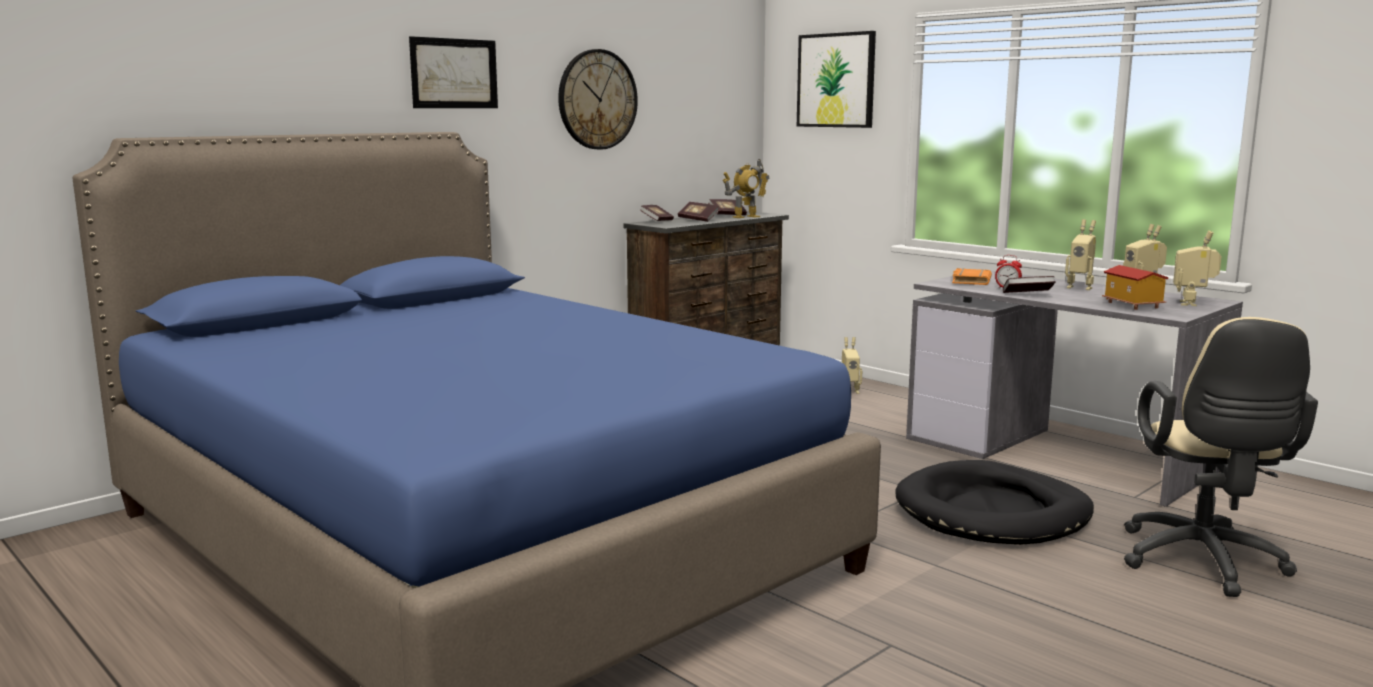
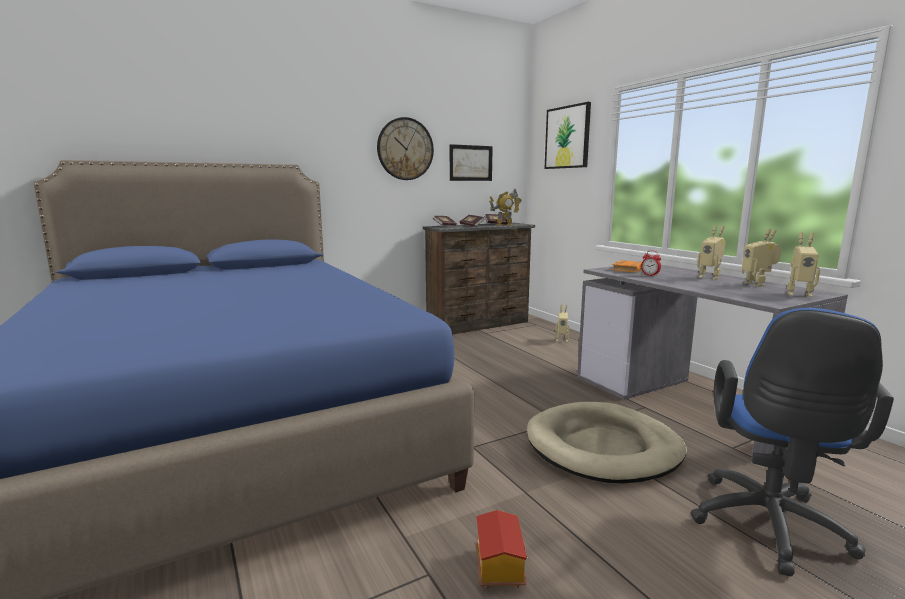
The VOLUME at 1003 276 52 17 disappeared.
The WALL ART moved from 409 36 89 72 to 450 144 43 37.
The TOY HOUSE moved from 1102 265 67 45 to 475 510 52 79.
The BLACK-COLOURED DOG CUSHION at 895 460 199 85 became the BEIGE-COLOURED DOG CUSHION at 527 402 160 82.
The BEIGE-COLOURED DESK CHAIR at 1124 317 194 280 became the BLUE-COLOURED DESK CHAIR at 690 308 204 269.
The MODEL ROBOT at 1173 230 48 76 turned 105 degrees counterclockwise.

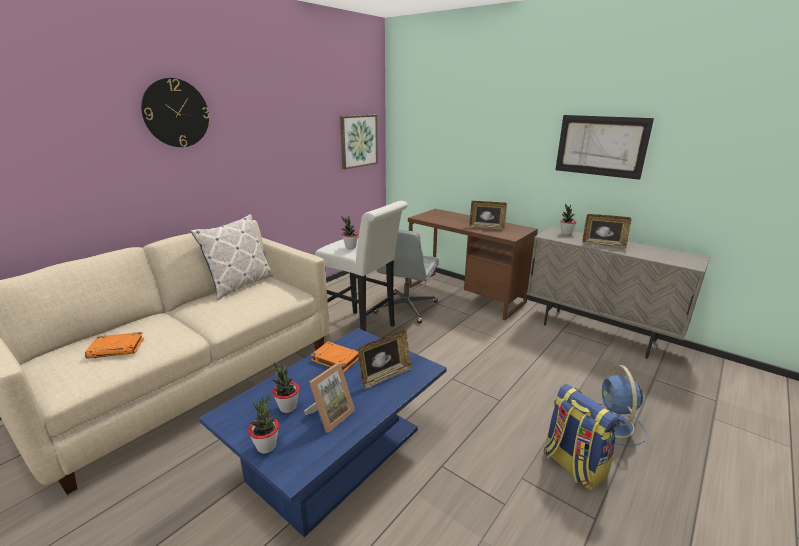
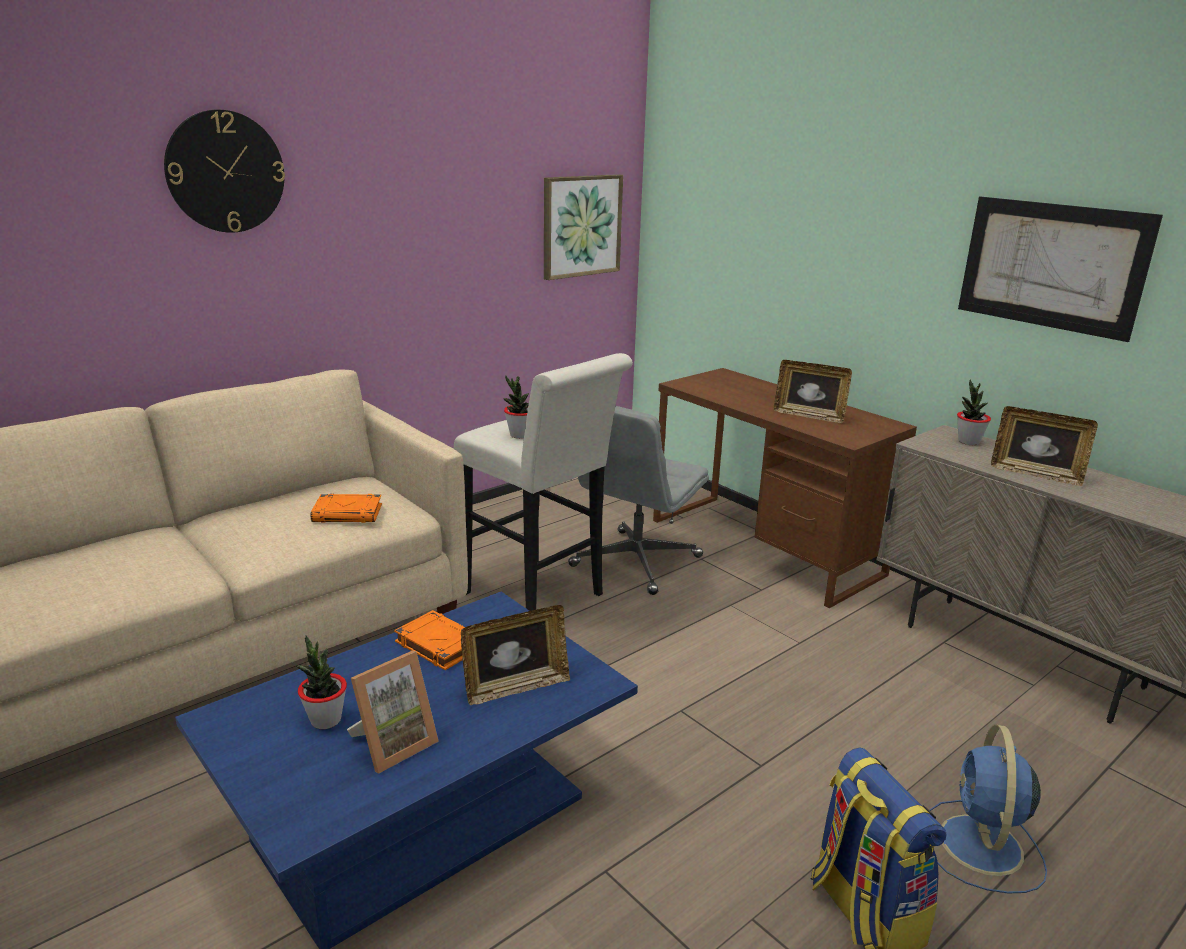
The CUSHION at 190 214 84 86 disappeared.
The POTTED PLANT at 248 393 31 61 disappeared.
The ORANGEY VOLUME moved from 85 332 59 27 to 311 494 71 29.

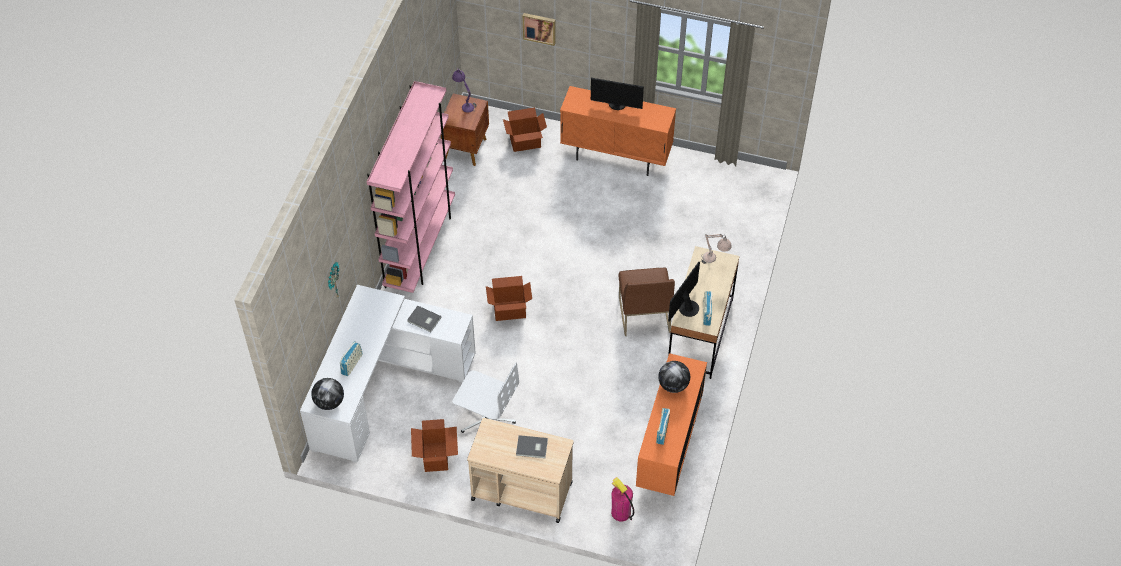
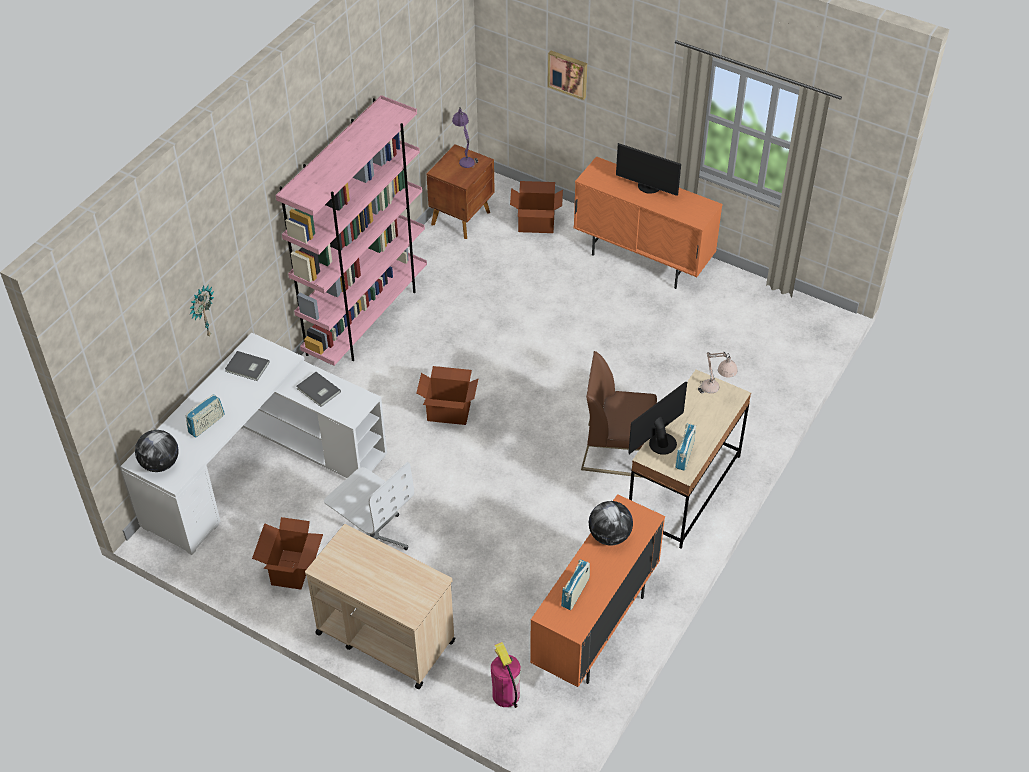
The GREYISH VOLUME moved from 516 435 32 23 to 225 351 45 30.
The BROWN CHAIR at 618 268 57 68 turned 90 degrees clockwise.

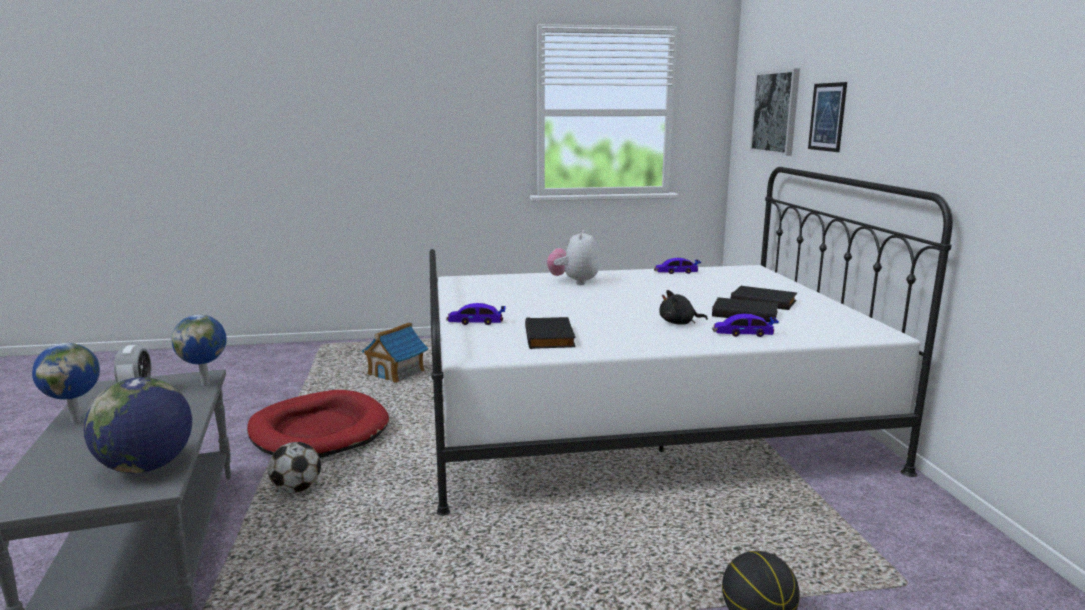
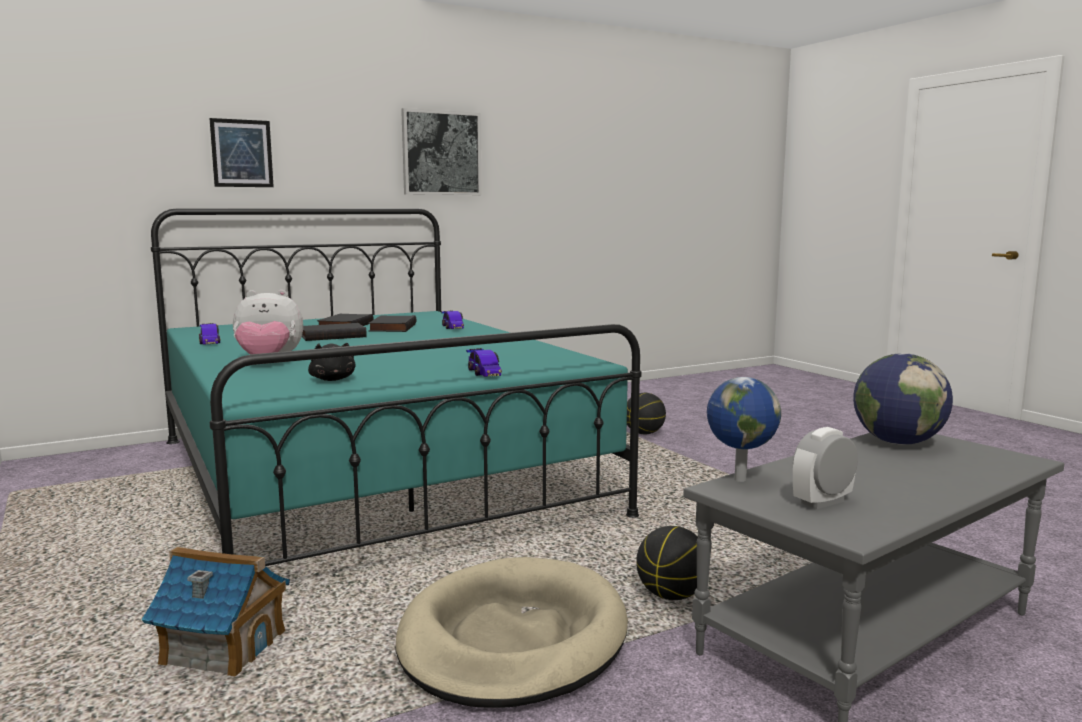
The WORLD GLOBE at 32 343 68 80 disappeared.
The BLACK-COLOURED VOLUME moved from 525 317 51 32 to 302 323 65 18.
The BLACK-COLOURED CUDDLY TOY moved from 659 290 49 34 to 308 343 47 38.
The WALL ART moved from 750 68 50 88 to 401 108 81 87.
The FOOTBALL at 268 442 53 51 was replaced by the BASKETBALL at 636 526 62 74.
The RED-COLOURED DOG CUSHION at 247 390 142 68 became the BEIGE-COLOURED DOG CUSHION at 395 557 233 151.
The WHITE BEDROOM BED at 429 167 524 349 became the BLUE-GREEN BEDROOM BED at 151 208 491 358.

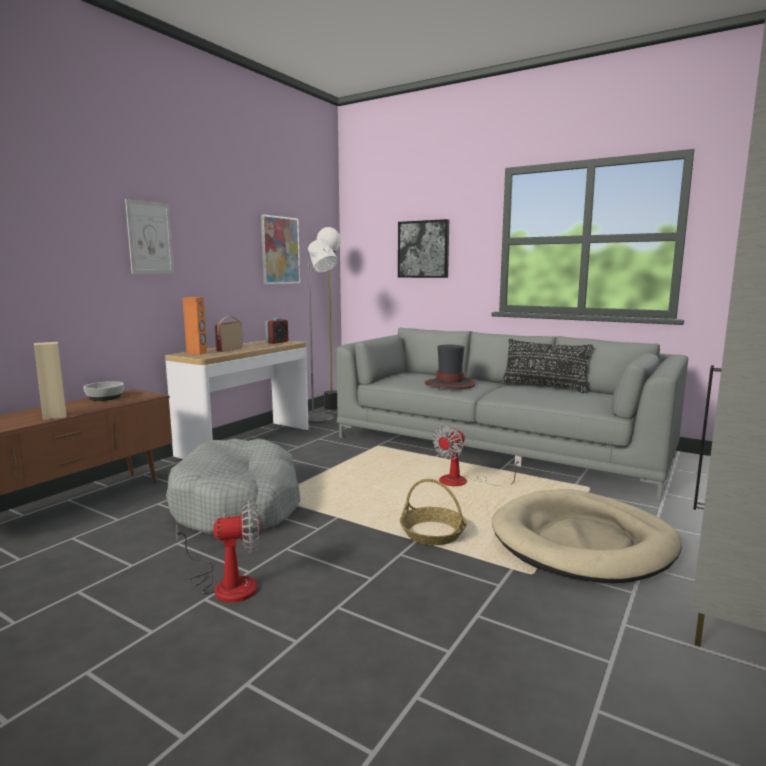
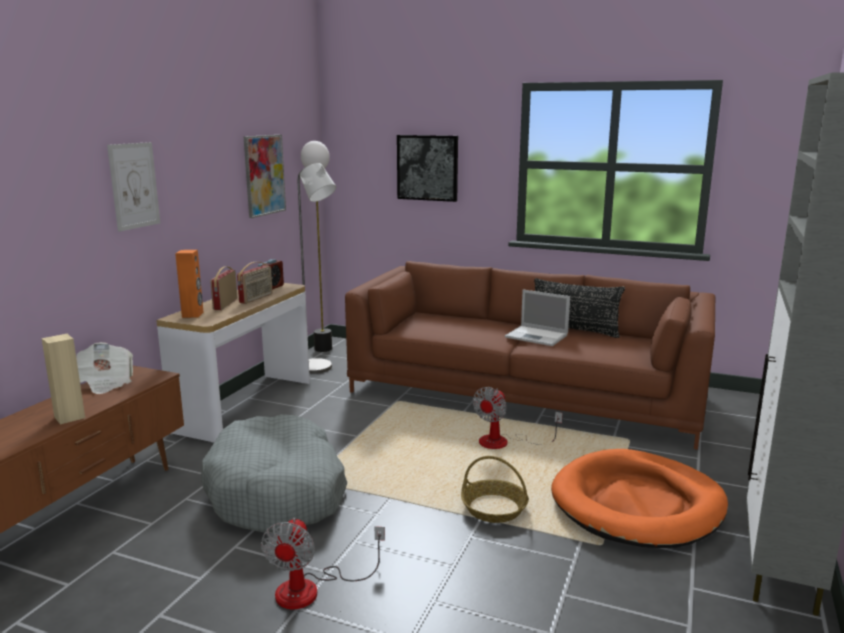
The WEARABLE HAT at 425 344 51 45 disappeared.
The RADIO RECEIVER at 237 262 36 42 appeared.
The LAPTOP at 505 289 65 57 appeared.
The BOWL at 83 381 41 20 was replaced by the NEWSPAPER at 76 342 57 52.
The GREYISH SOFA at 336 328 352 173 became the BROWN SOFA at 345 261 370 189.
The BEIGE-COLOURED DOG CUSHION at 492 489 190 94 became the ORANGEY DOG CUSHION at 551 449 177 99.
The COOLING FAN at 176 500 84 103 turned 120 degrees clockwise.

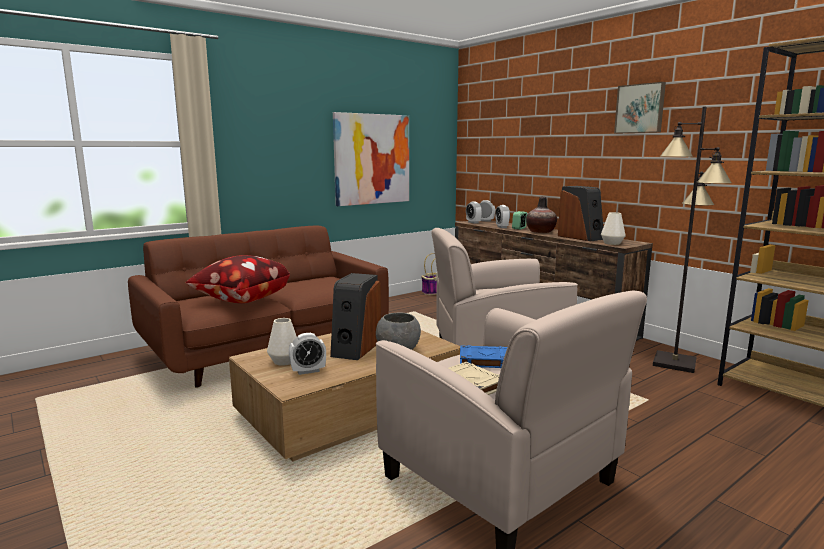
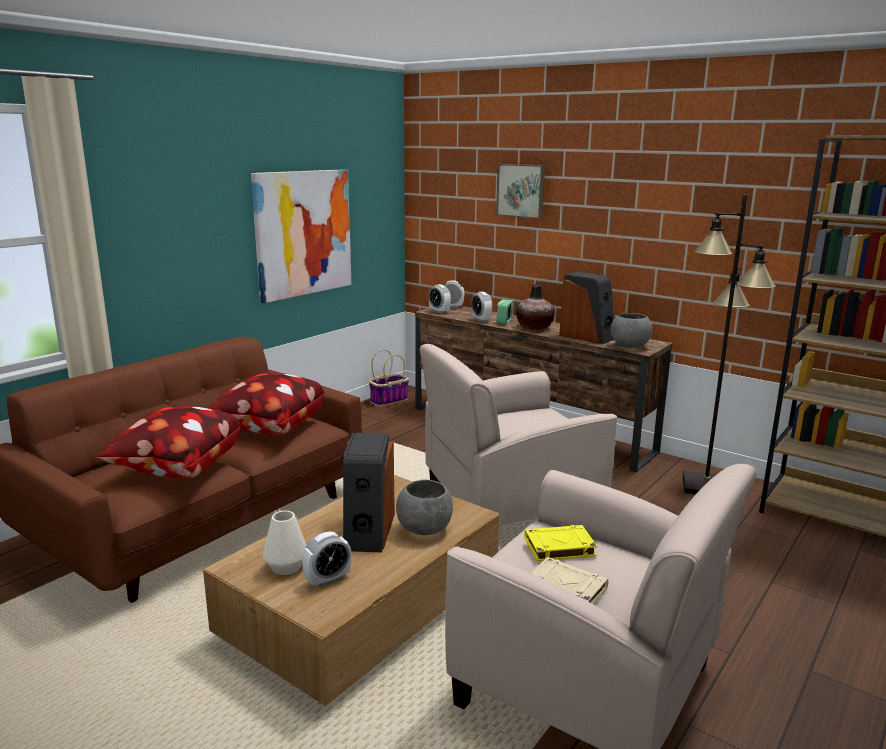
The CUSHION at 208 373 117 62 appeared.
The WALL ART moved from 614 82 52 52 to 496 164 49 55.
The WHITE DECORATIVE VASE at 601 212 25 33 was replaced by the GREYISH BOWL at 610 313 42 35.
The BLUE-COLOURED VOLUME at 460 345 47 23 became the YELLOW-COLOURED VOLUME at 524 525 73 36.

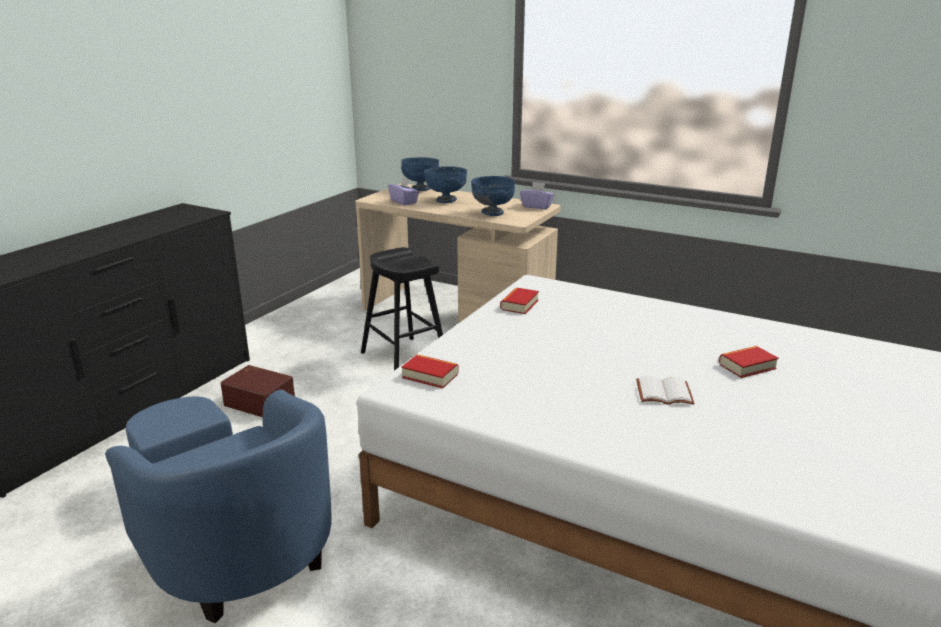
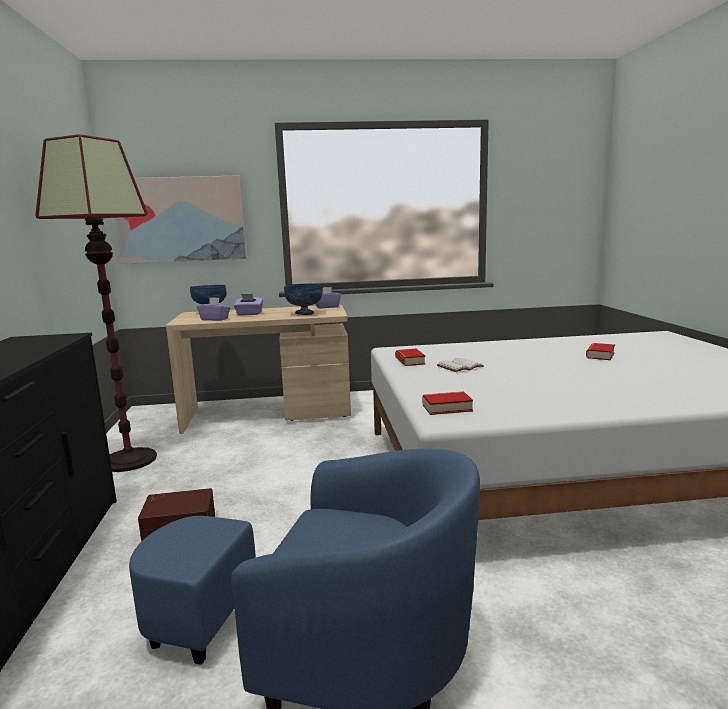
The BLACK-COLOURED STOOL SEAT at 361 247 82 123 disappeared.
The STANDARD LAMP at 35 134 122 338 appeared.
The WALL ART at 115 175 132 89 appeared.
The WHITE VOLUME moved from 636 376 59 29 to 437 358 47 14.
The BLUE-COLOURED BOWL at 424 166 43 37 was replaced by the PURPLE TISSUE HOLDER at 234 294 29 21.

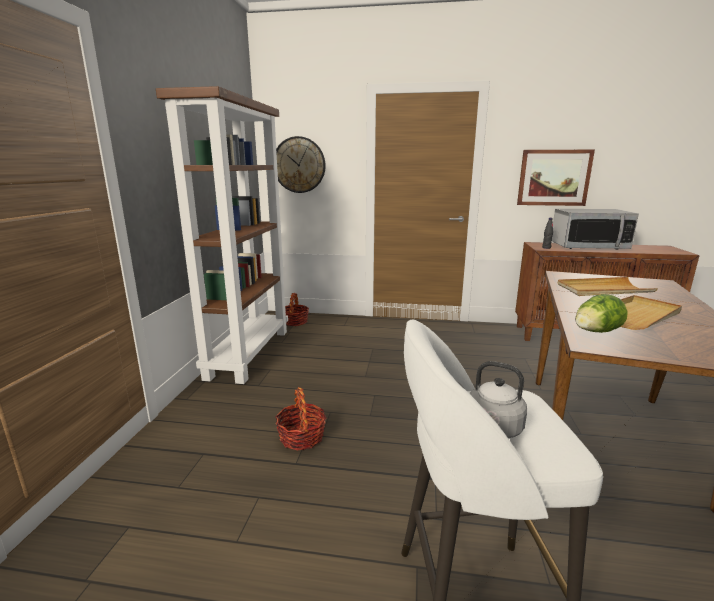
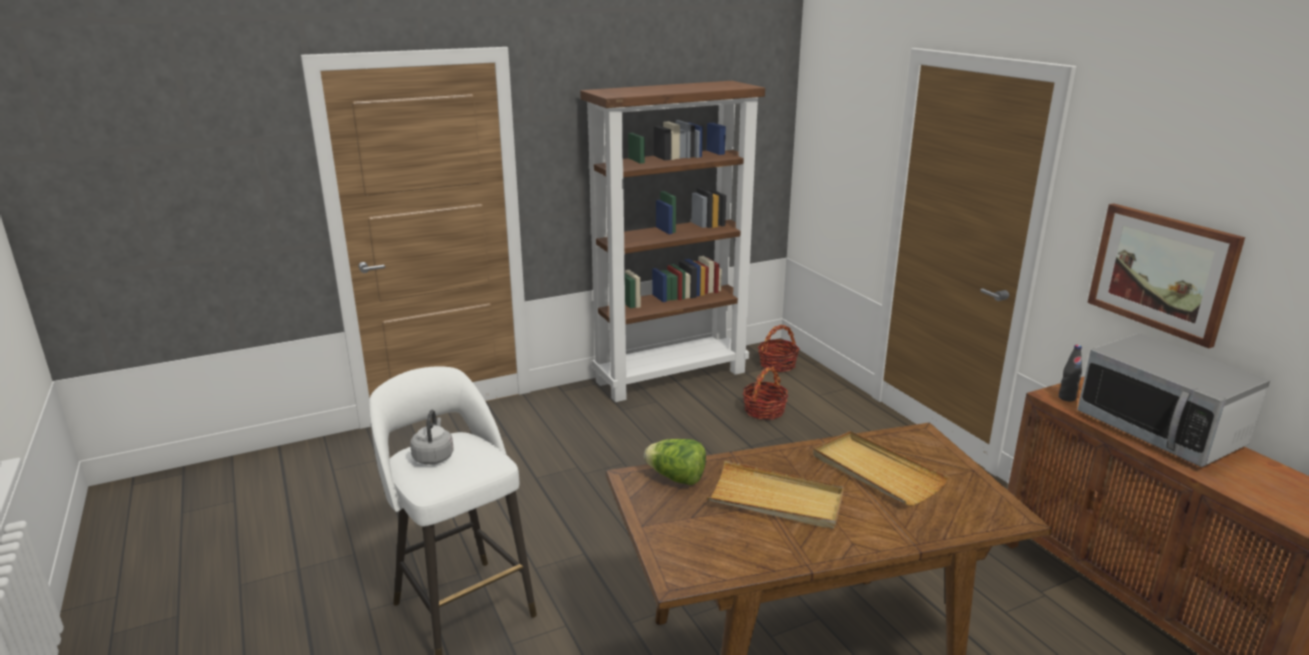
The WALL CLOCK at 276 136 50 57 disappeared.
The BASKET moved from 275 387 51 64 to 743 367 45 53.

